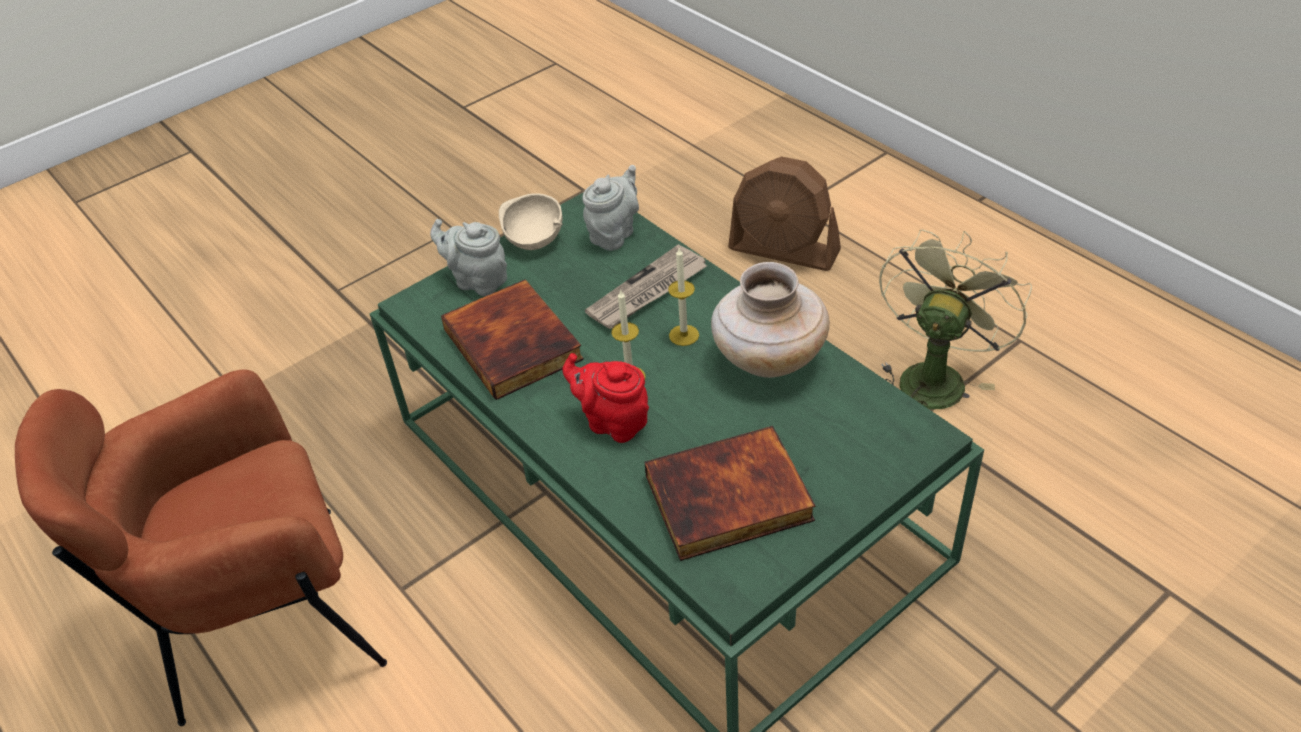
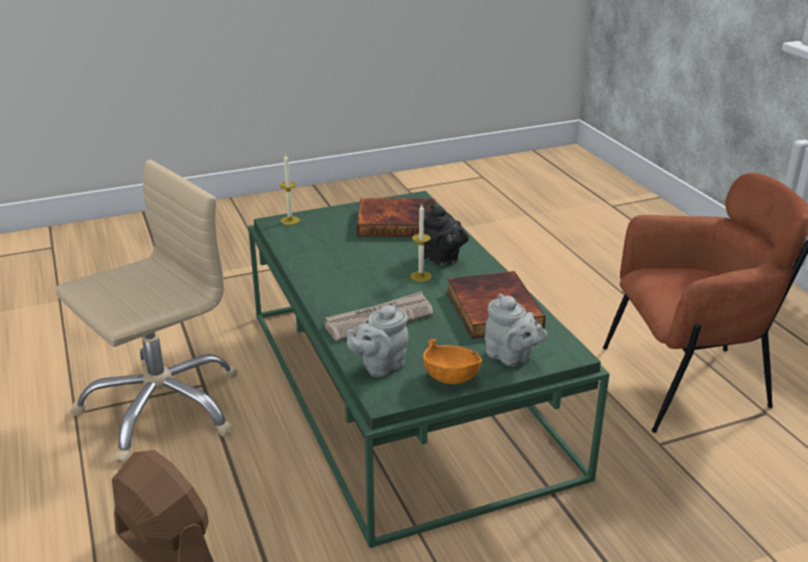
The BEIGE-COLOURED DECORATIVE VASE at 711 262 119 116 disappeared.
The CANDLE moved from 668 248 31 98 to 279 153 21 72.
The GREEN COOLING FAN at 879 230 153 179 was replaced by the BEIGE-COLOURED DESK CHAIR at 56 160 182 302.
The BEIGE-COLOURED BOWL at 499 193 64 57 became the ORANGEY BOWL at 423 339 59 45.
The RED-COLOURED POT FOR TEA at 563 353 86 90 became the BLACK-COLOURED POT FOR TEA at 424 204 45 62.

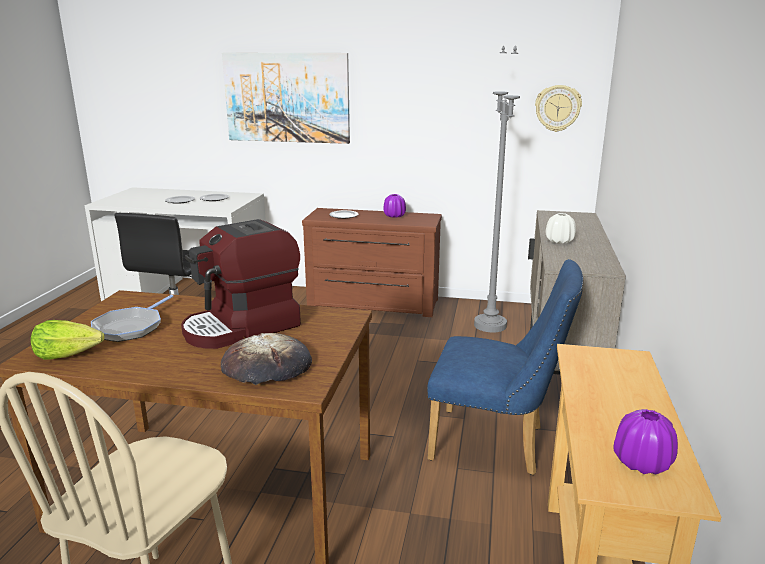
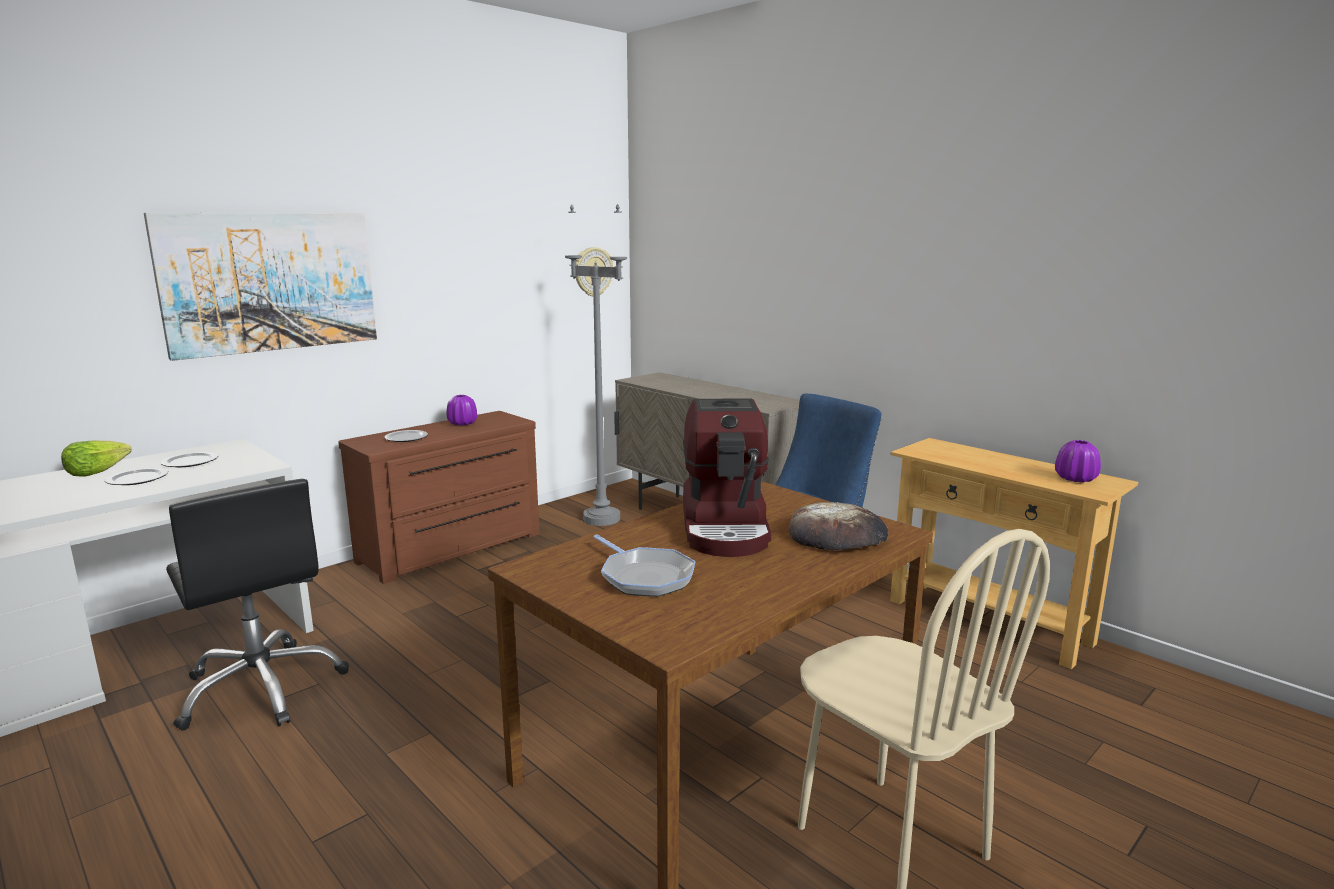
The WHITE DECORATIVE VASE at 546 213 30 31 disappeared.
The LETTUCE moved from 31 320 74 40 to 61 440 71 37.

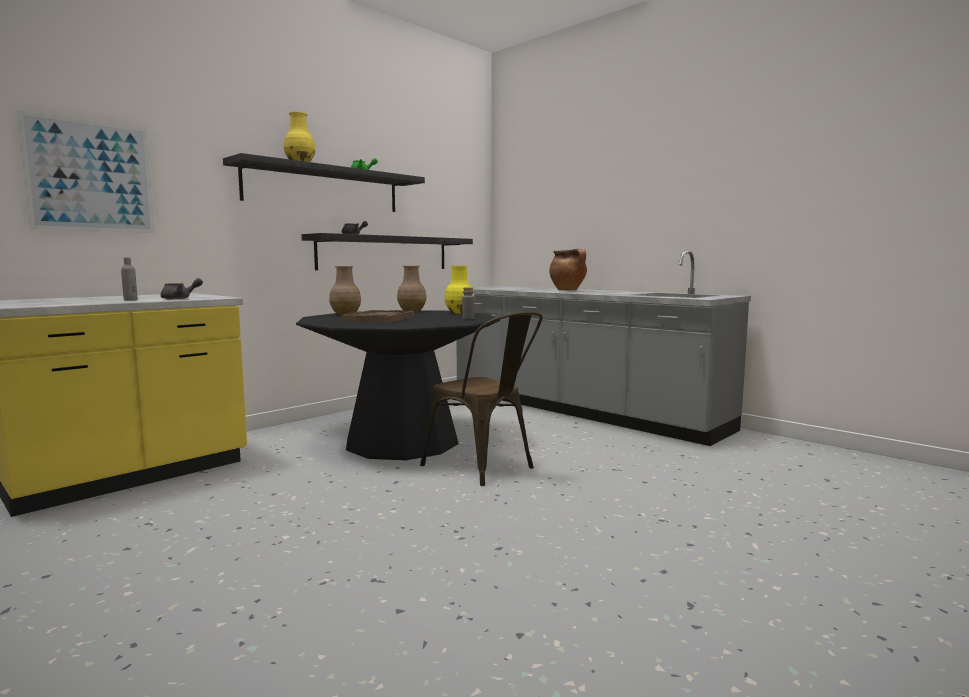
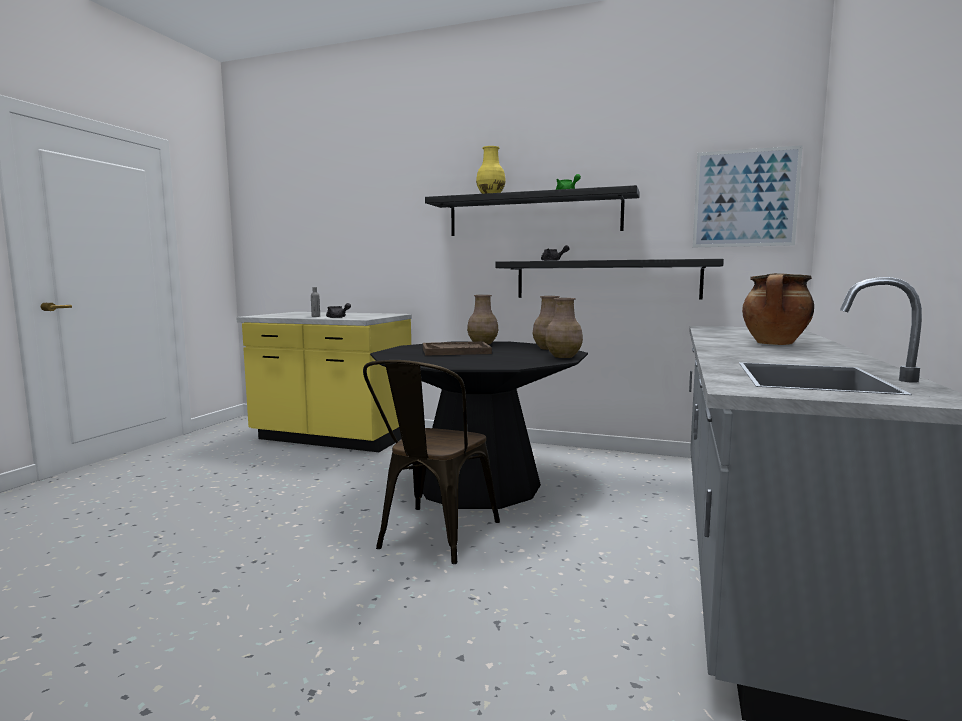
The GREYISH BEVERAGE BOTTLE at 462 287 12 32 disappeared.
The WALL ART moved from 17 110 138 123 to 693 145 110 102.
The YELLOW-COLOURED DECORATIVE VASE at 444 266 31 48 became the BROWN DECORATIVE VASE at 545 298 38 60.

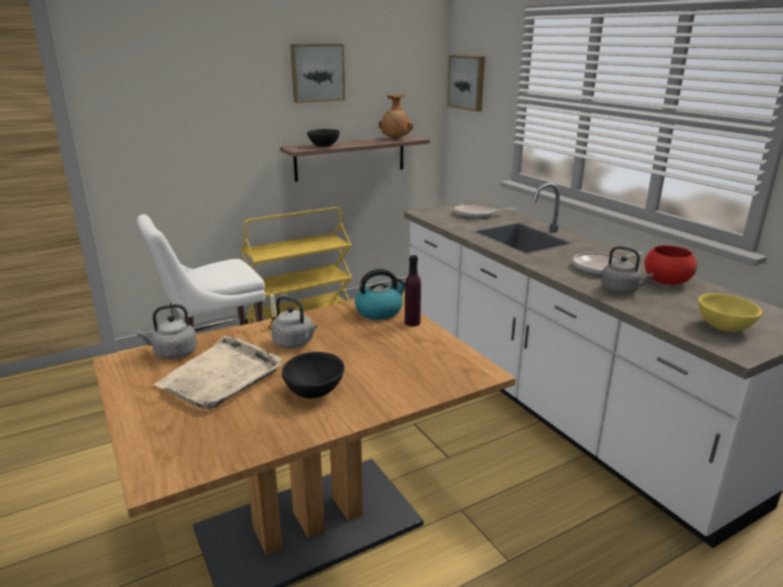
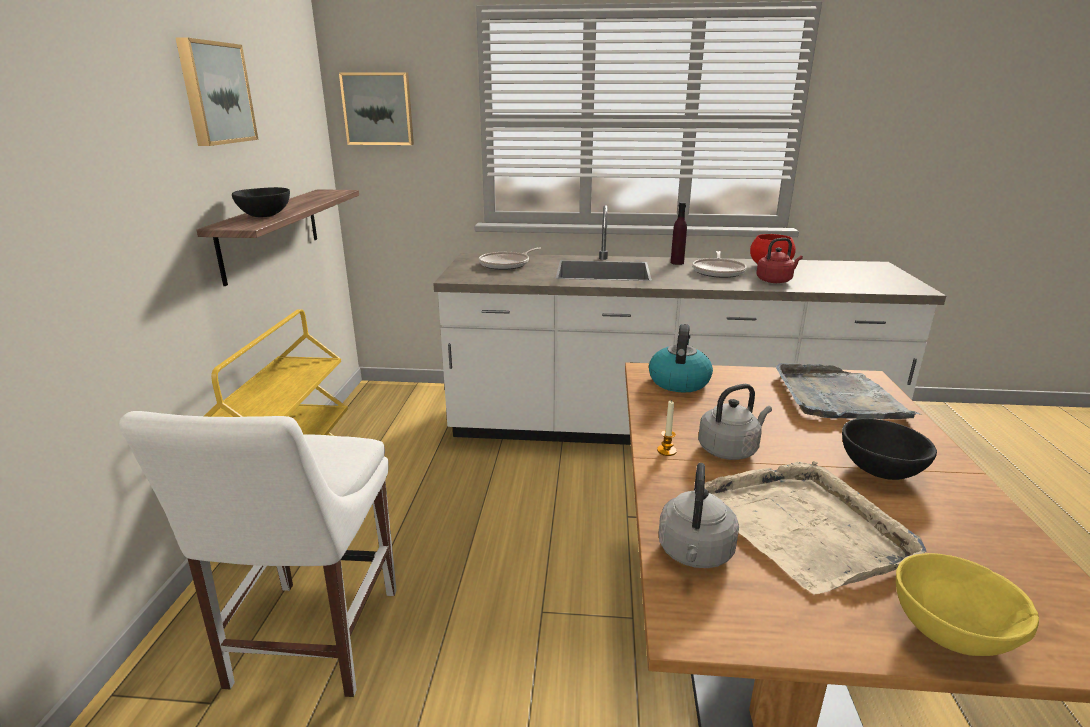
The BROWN DECORATIVE VASE at 379 95 34 44 disappeared.
The GREYISH TRAY at 776 363 145 56 appeared.
The PURPLE BEVERAGE BOTTLE moved from 405 255 16 71 to 671 202 16 63.
The YELLOW-COLOURED BOWL moved from 698 293 64 39 to 896 553 143 103.
The GREYISH KETTLE at 601 246 52 48 became the RED-COLOURED KETTLE at 756 238 47 45.

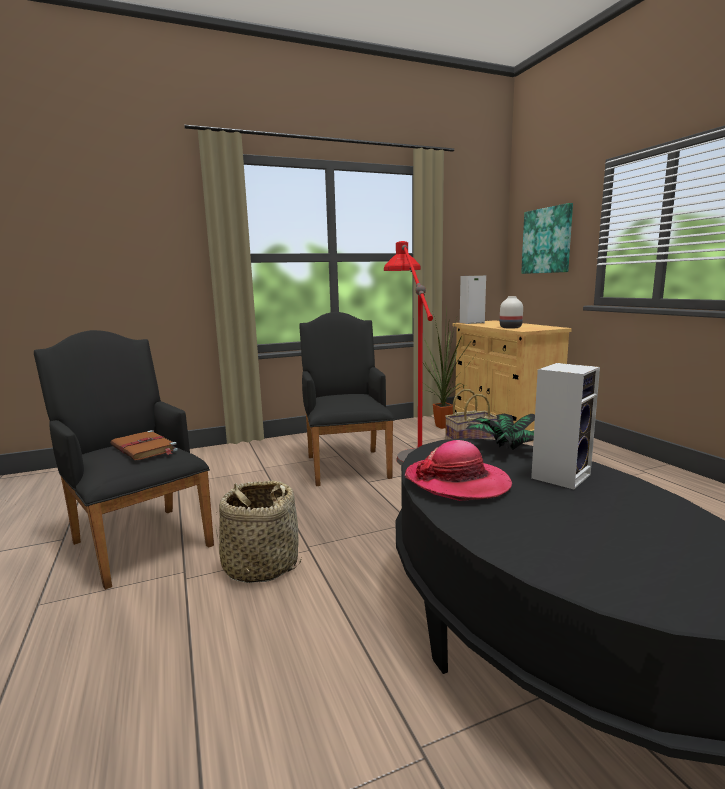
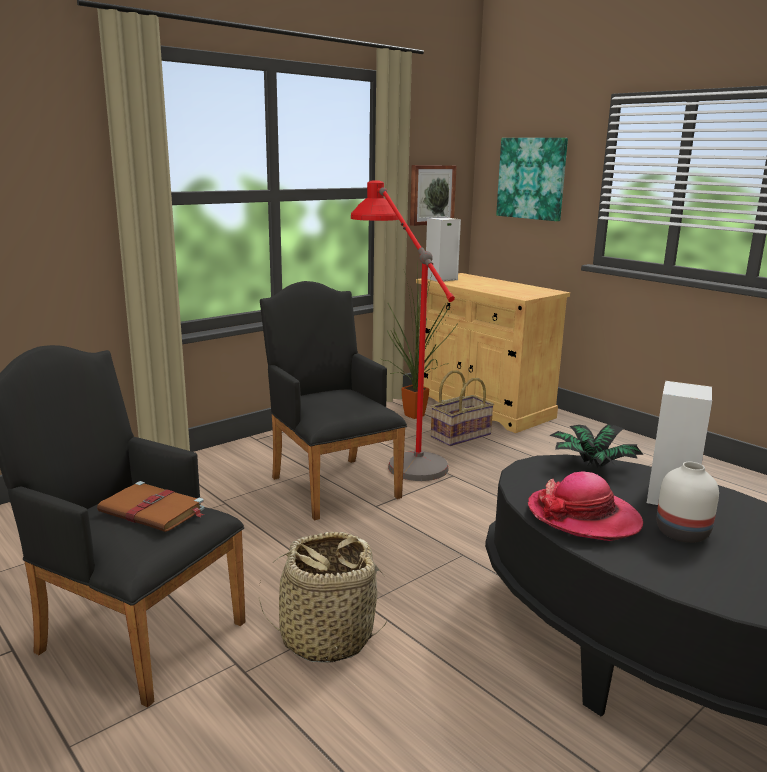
The WALL ART at 410 165 47 61 appeared.
The WHITE DECORATIVE VASE moved from 500 296 23 33 to 657 462 62 81.

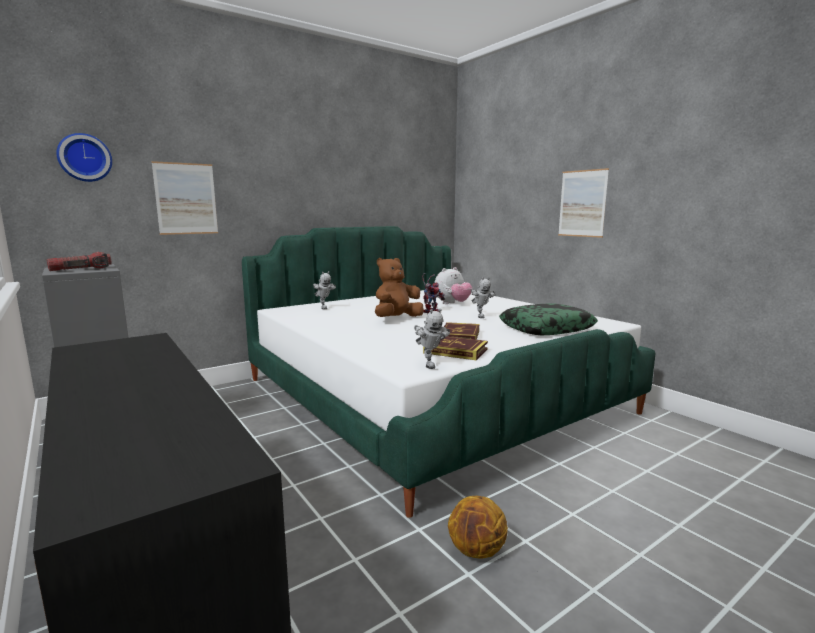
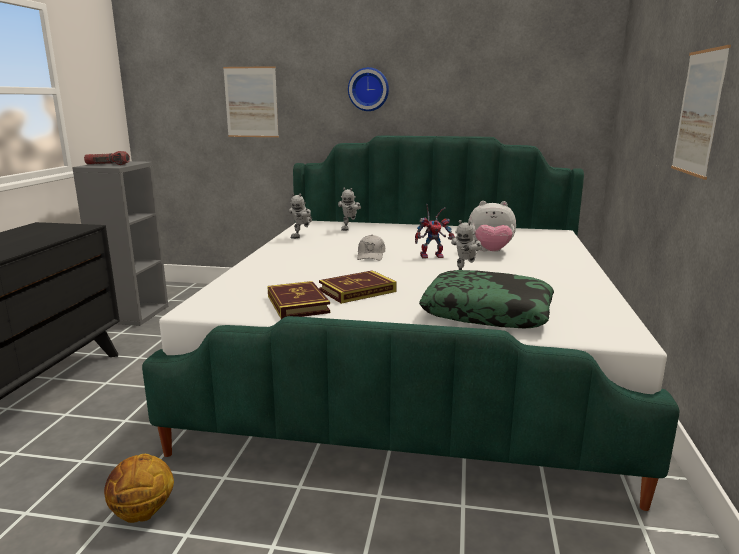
The WALL CLOCK moved from 56 133 56 49 to 348 67 41 44.
The MODEL ROBOT moved from 414 308 36 61 to 289 193 23 46.
The BROWN CUDDLY TOY at 375 258 49 59 was replaced by the WHITE BASEBALL CAP at 357 235 28 26.

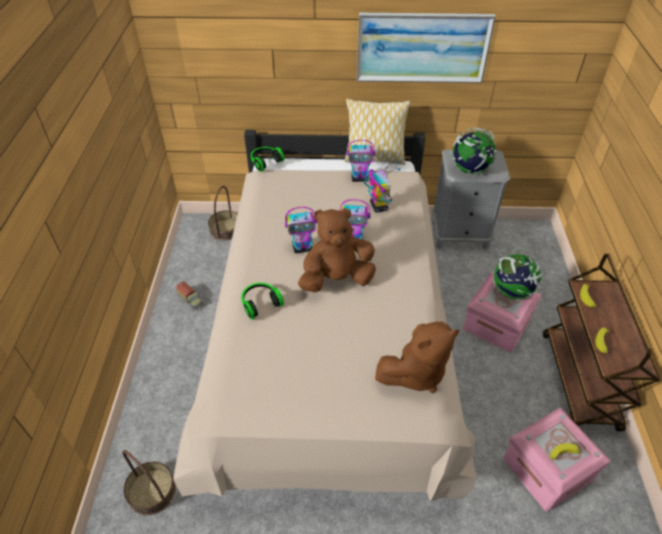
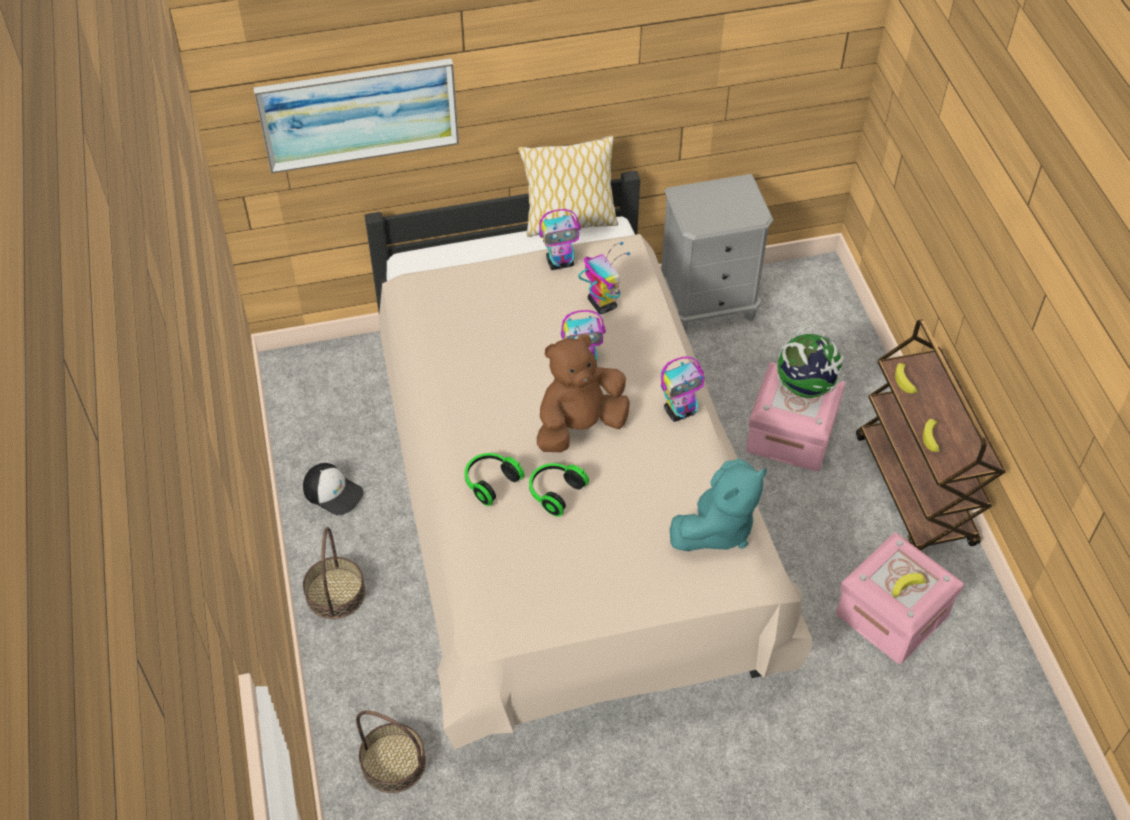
The WORLD GLOBE at 450 128 47 46 disappeared.
The BASKET moved from 208 186 29 55 to 303 527 63 92.
The HEADSET moved from 251 147 34 25 to 529 463 60 54.
The MODEL ROBOT moved from 285 207 32 46 to 661 356 44 66.
The WALL ART moved from 357 13 139 70 to 254 59 205 114.
The TOY LORRY at 176 281 28 29 was replaced by the BASEBALL CAP at 303 463 61 52.
The BROWN CUDDLY TOY at 375 321 84 72 became the BLUE-GREEN CUDDLY TOY at 670 459 97 92.

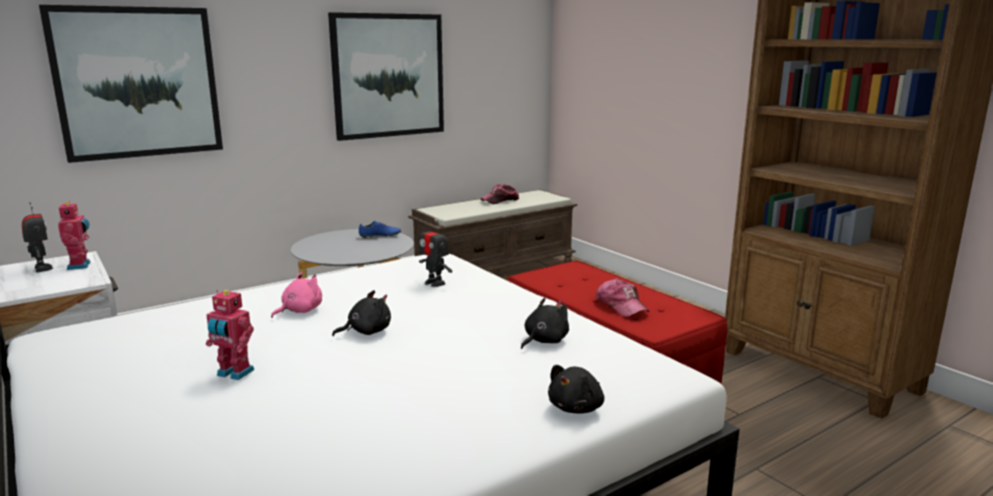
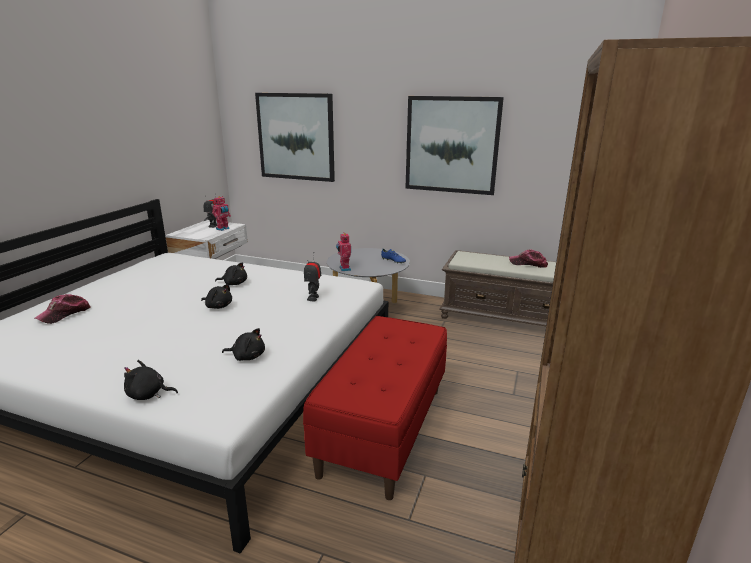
The MODEL ROBOT moved from 206 290 49 90 to 336 233 15 38.
The BASEBALL CAP moved from 596 279 54 38 to 34 294 57 30.
The PINKISH CUDDLY TOY at 271 272 51 46 became the BLACK-COLOURED CUDDLY TOY at 215 262 32 23.

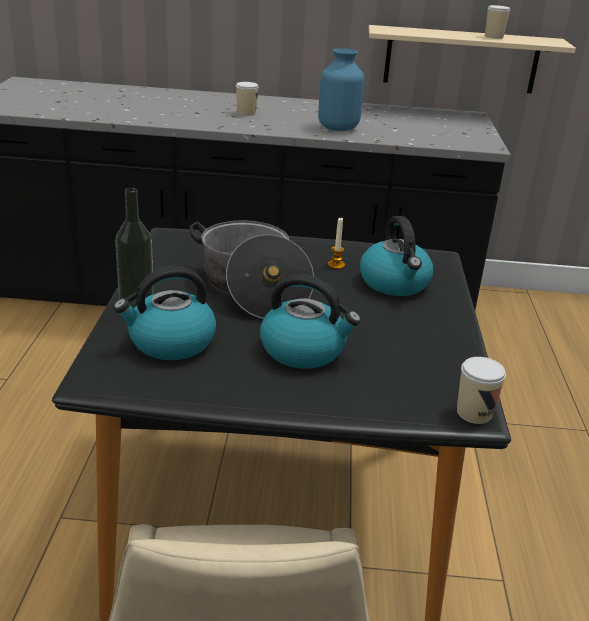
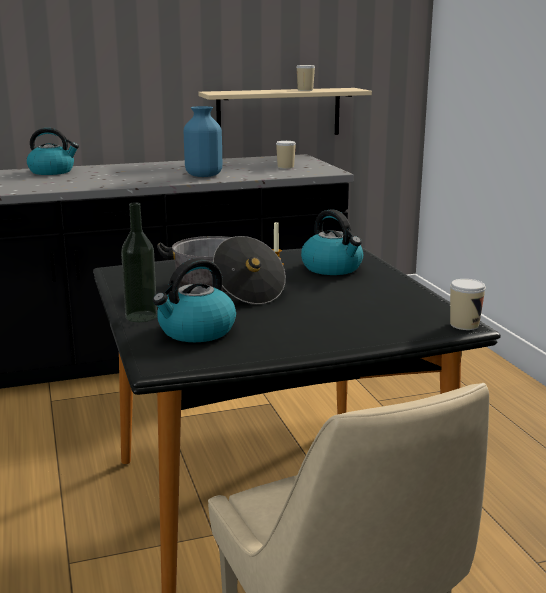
The CUP moved from 236 82 23 34 to 276 141 20 28.
The KETTLE moved from 260 274 101 95 to 26 128 53 47.

